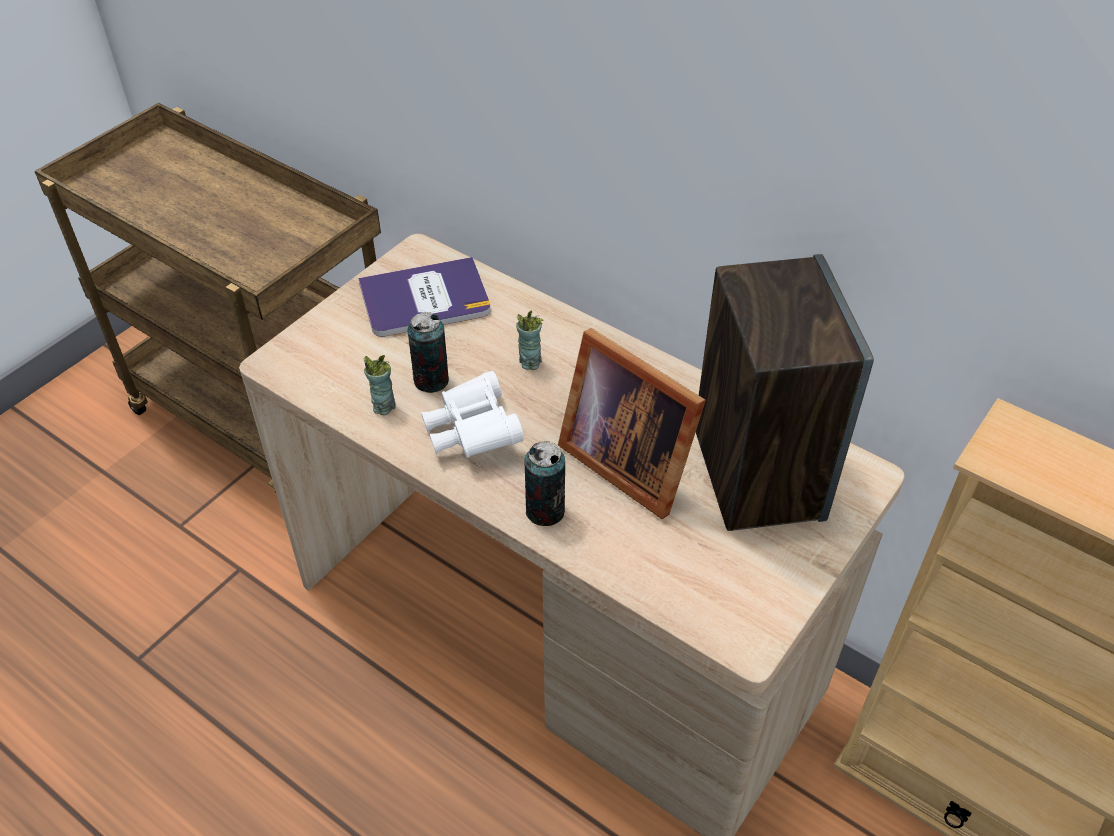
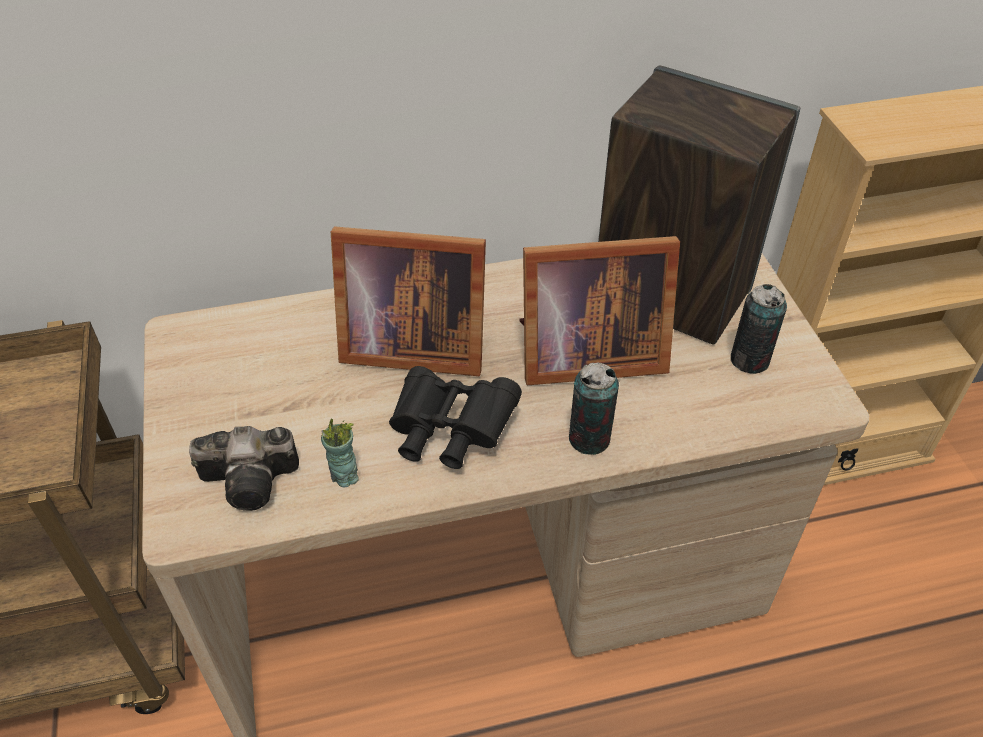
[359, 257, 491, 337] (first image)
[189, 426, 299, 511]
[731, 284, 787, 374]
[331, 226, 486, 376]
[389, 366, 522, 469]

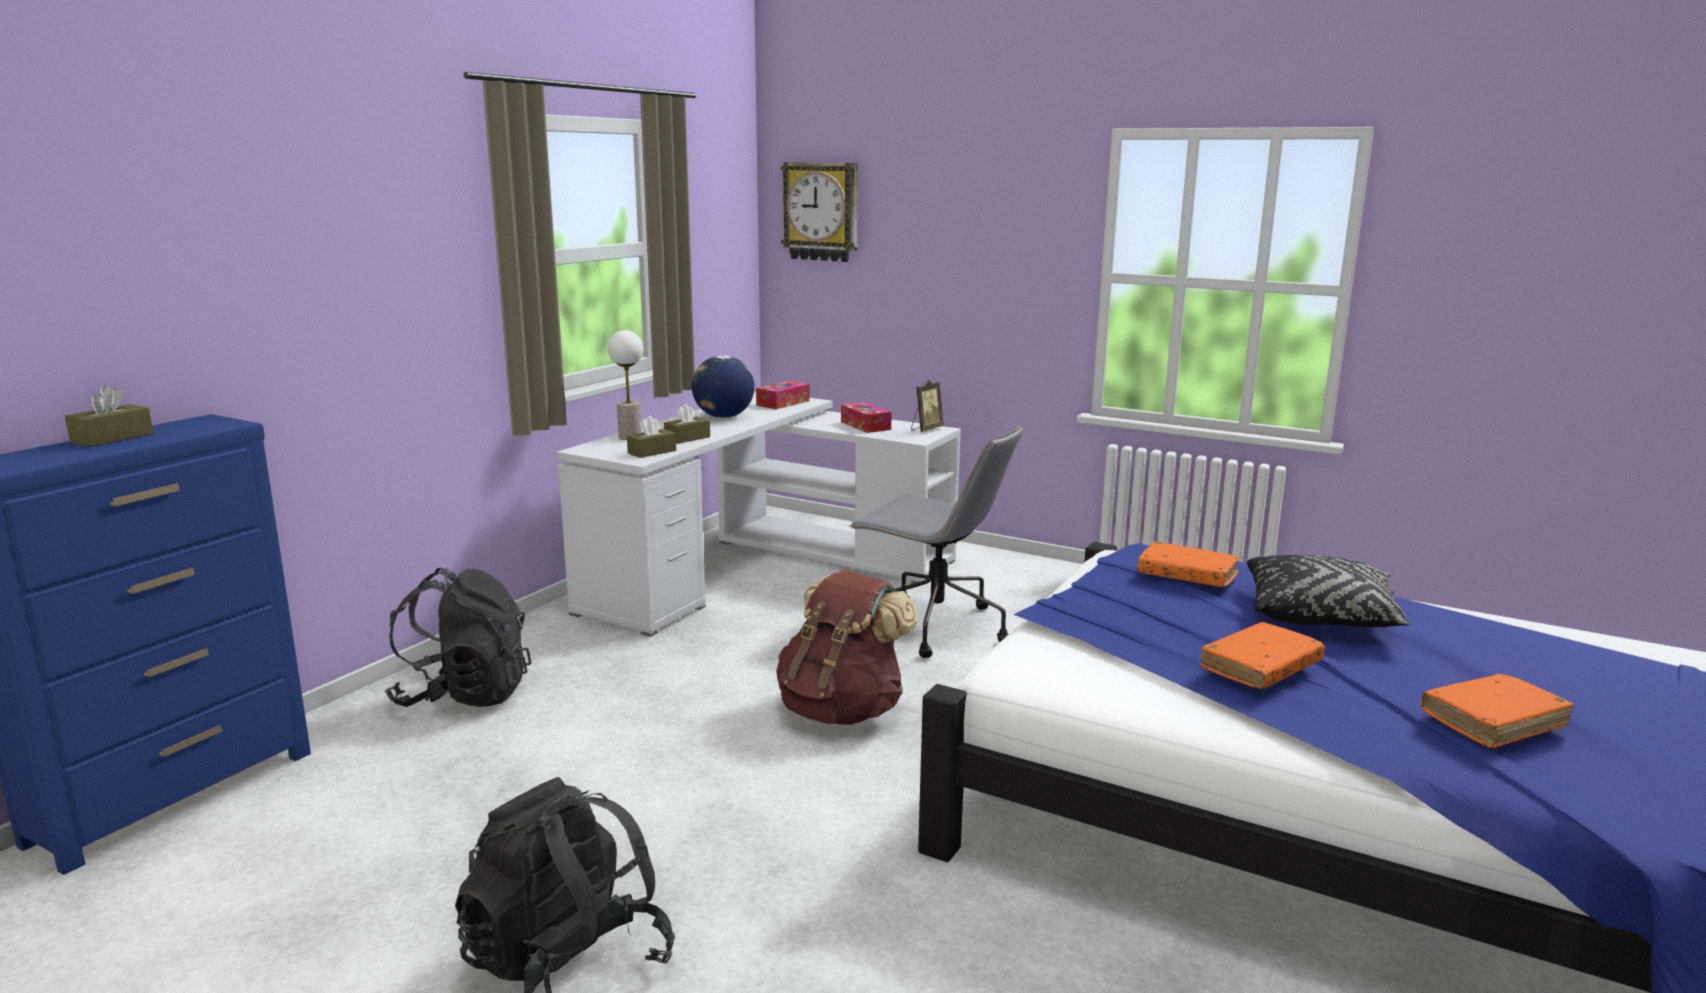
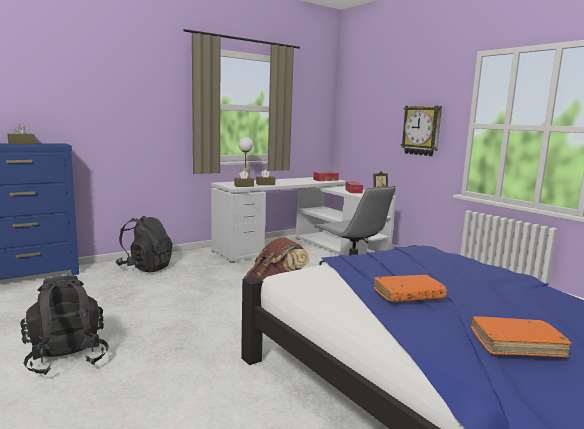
[692, 355, 754, 418] (first image)
[1137, 542, 1239, 587] (first image)
[1247, 555, 1411, 628] (first image)
[401, 106, 442, 156]

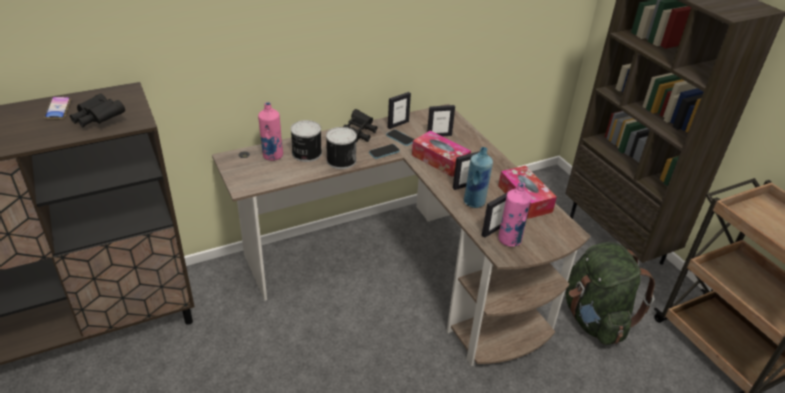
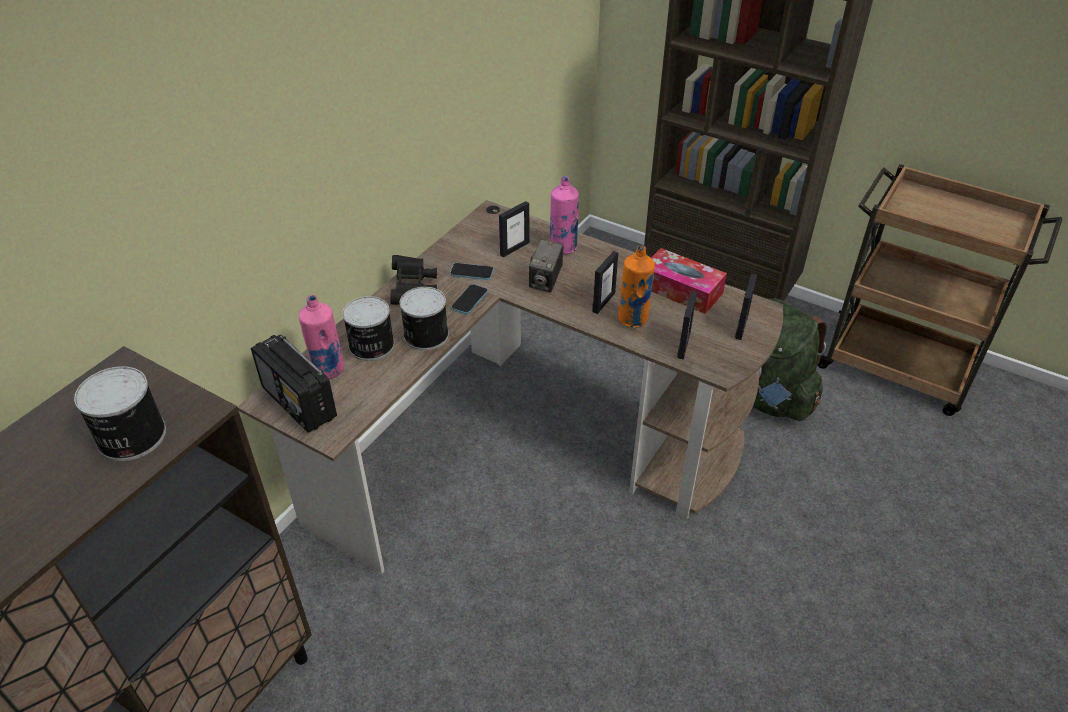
[44, 96, 71, 119] (first image)
[251, 334, 337, 433]
[735, 274, 757, 340]
[550, 176, 579, 255]
[74, 366, 166, 461]
[529, 239, 563, 292]
[618, 245, 655, 328]

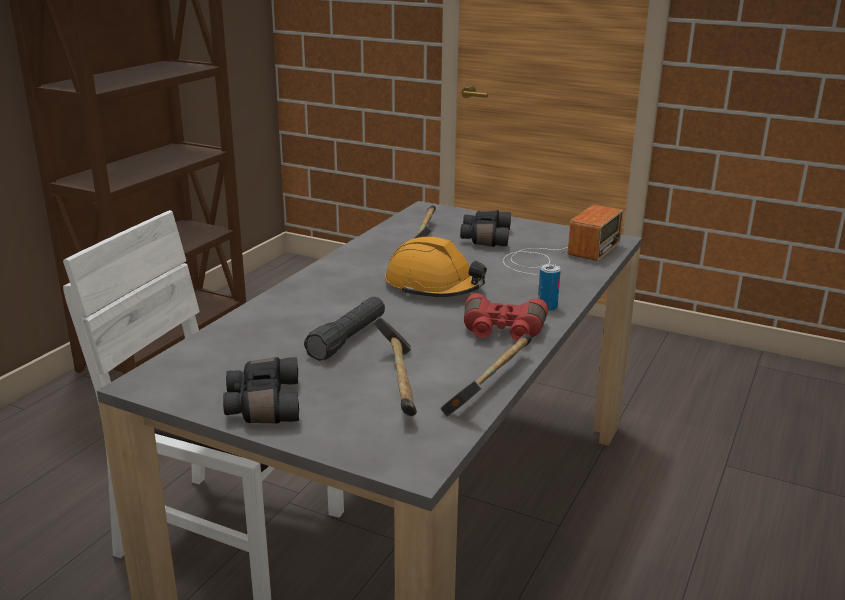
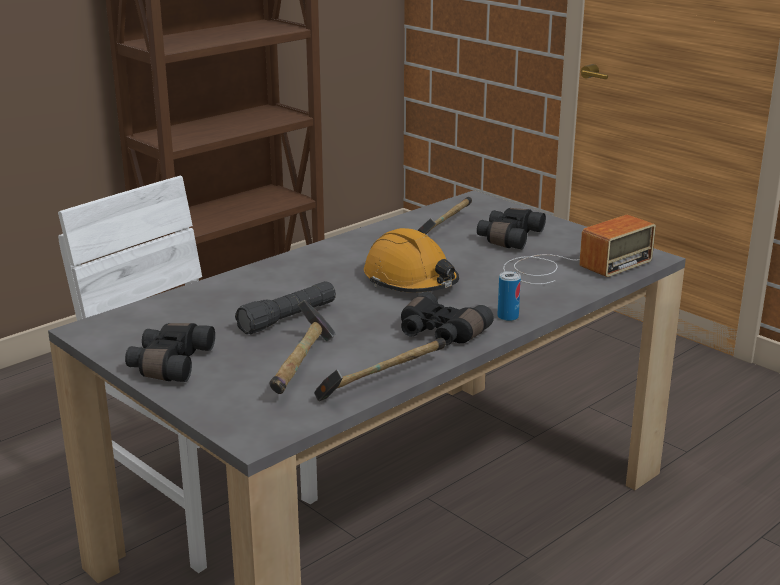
[401, 292, 494, 345]

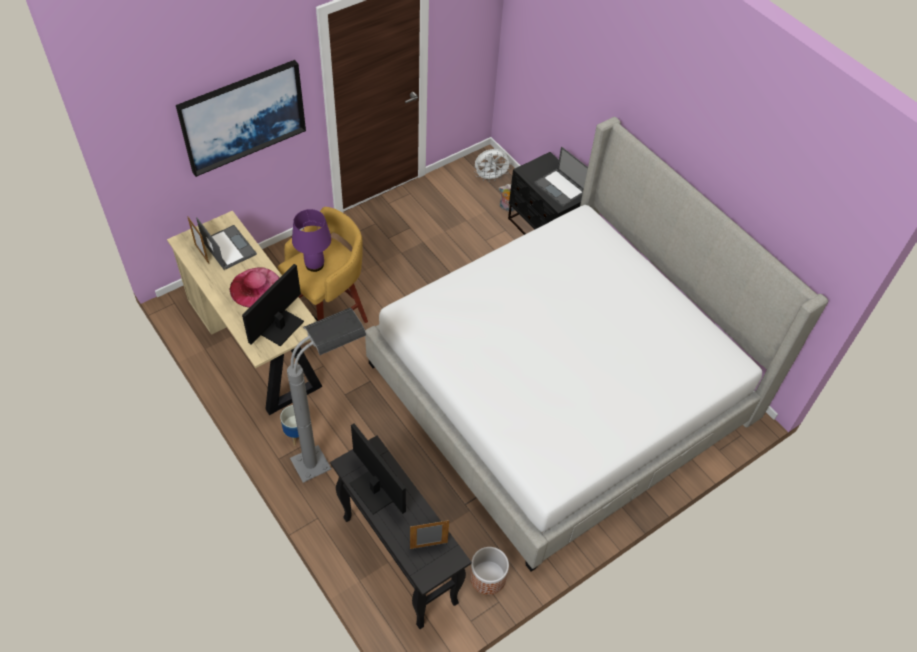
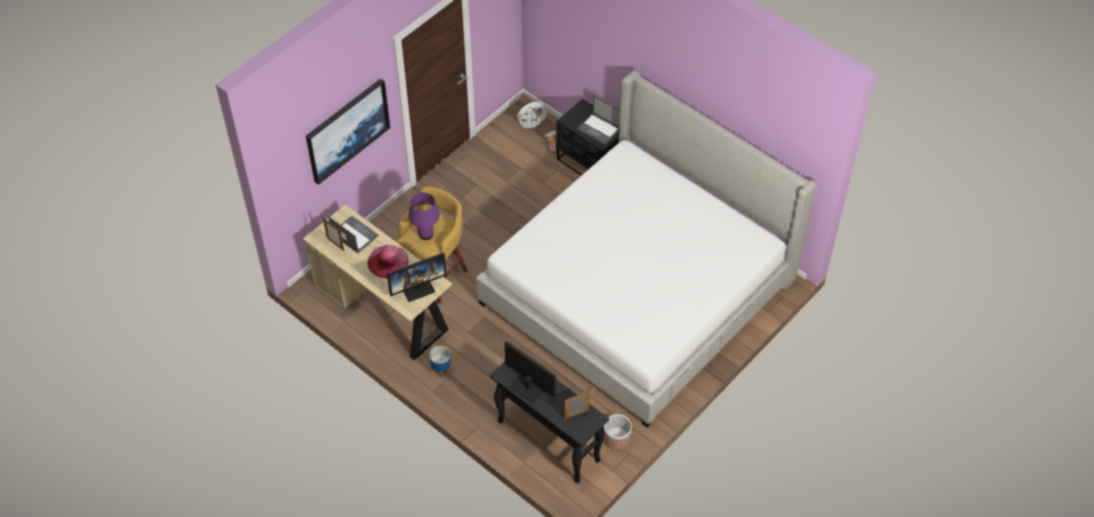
[287, 308, 366, 483] (first image)
[387, 252, 446, 302]

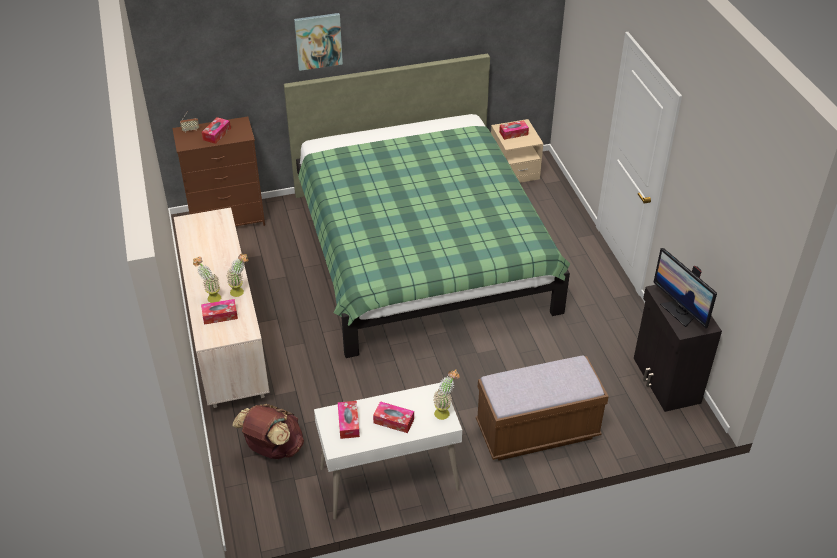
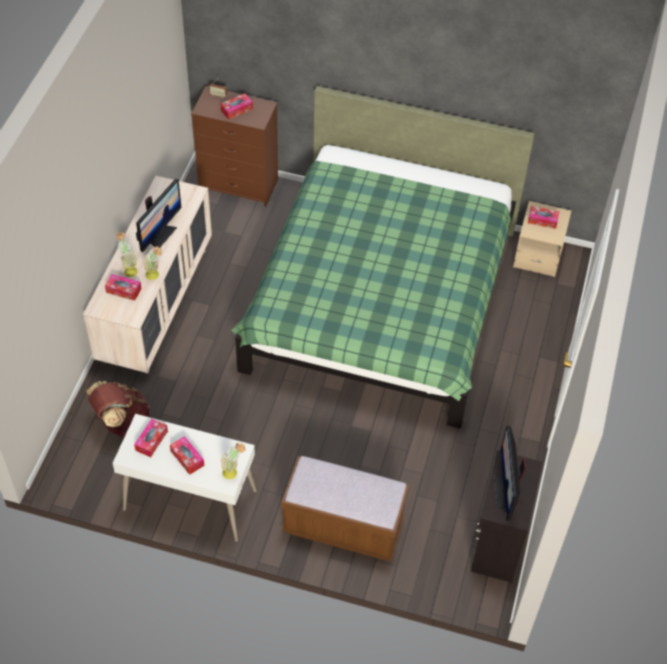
[294, 13, 343, 71] (first image)
[136, 179, 182, 252]

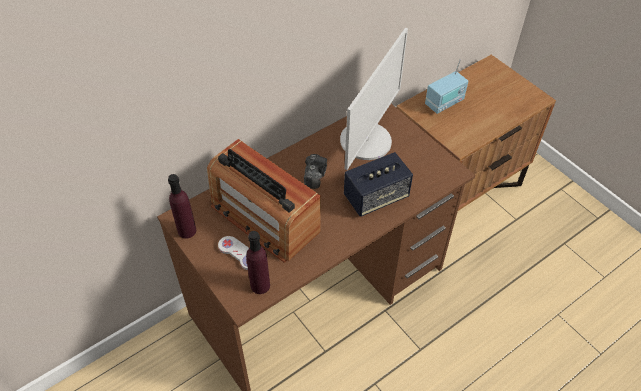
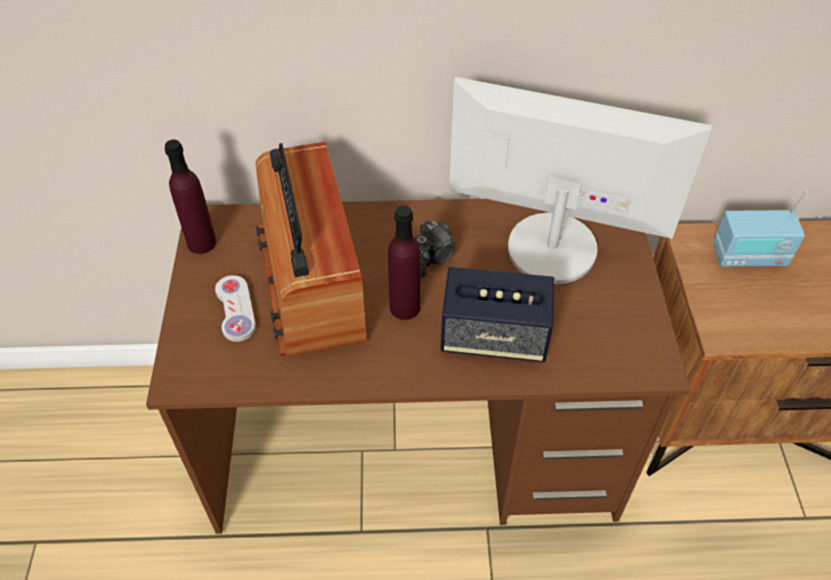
[388, 205, 421, 320]
[449, 77, 712, 284]

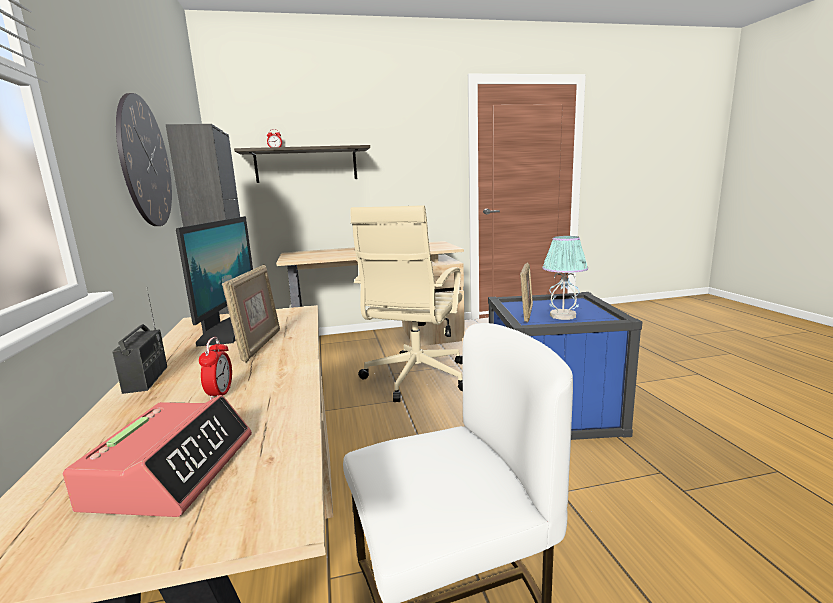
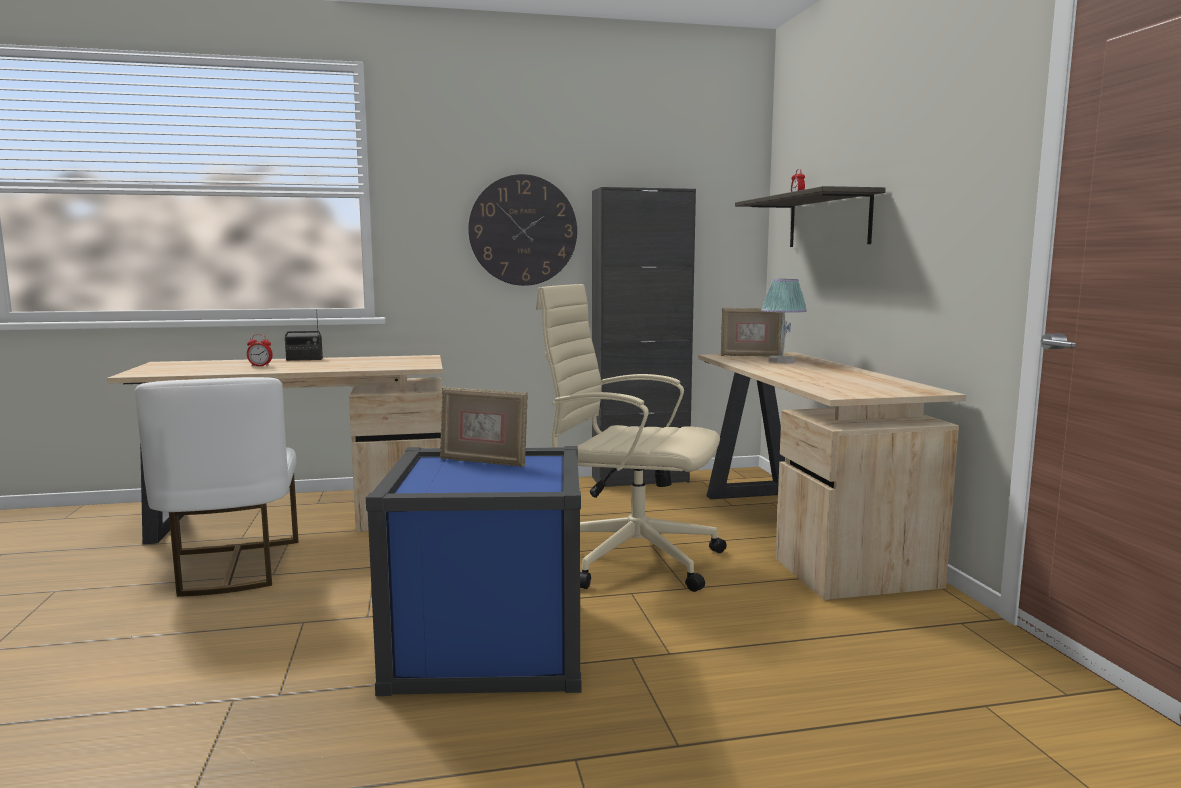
[63, 395, 252, 517] (first image)
[176, 216, 253, 347] (first image)
[721, 308, 783, 356]
[761, 279, 807, 363]

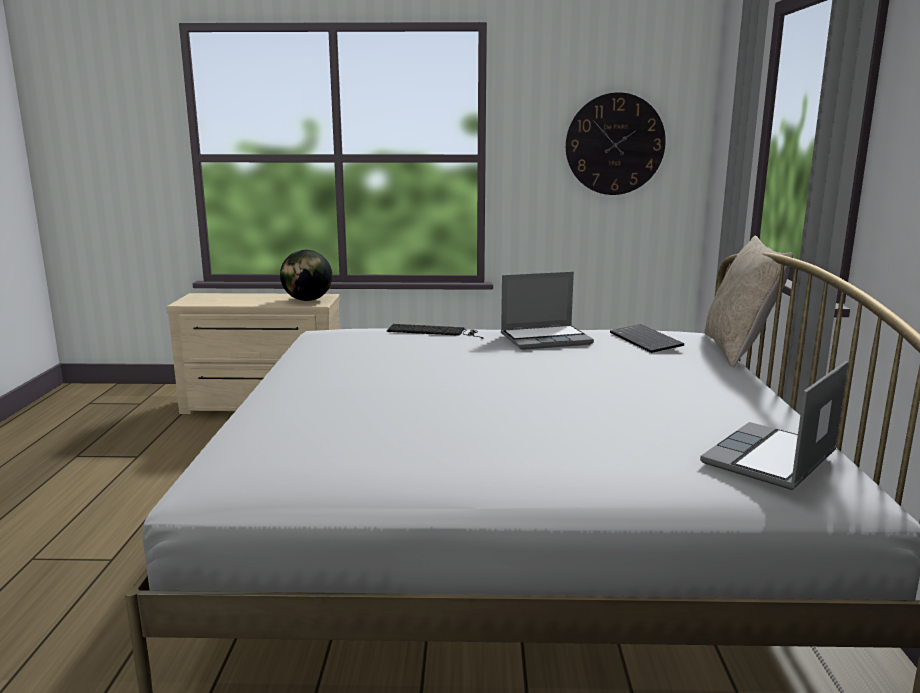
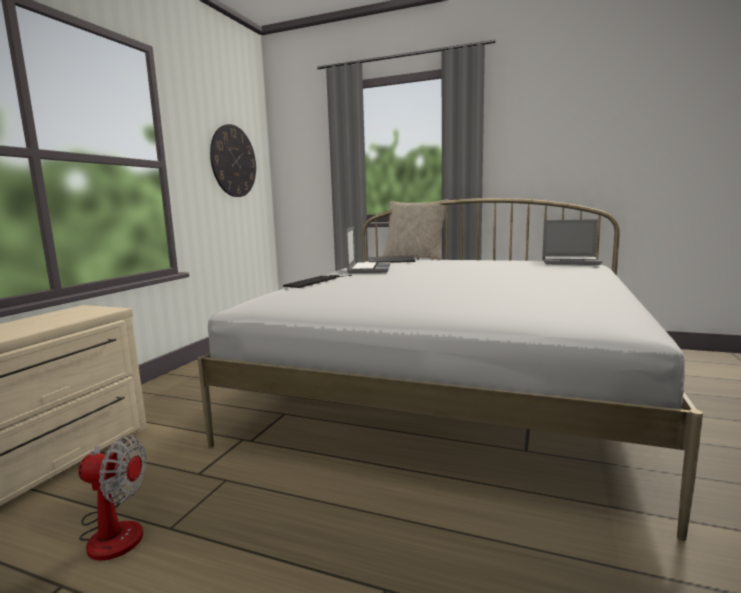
[280, 250, 332, 301] (first image)
[78, 435, 147, 561]
[542, 219, 602, 265]

